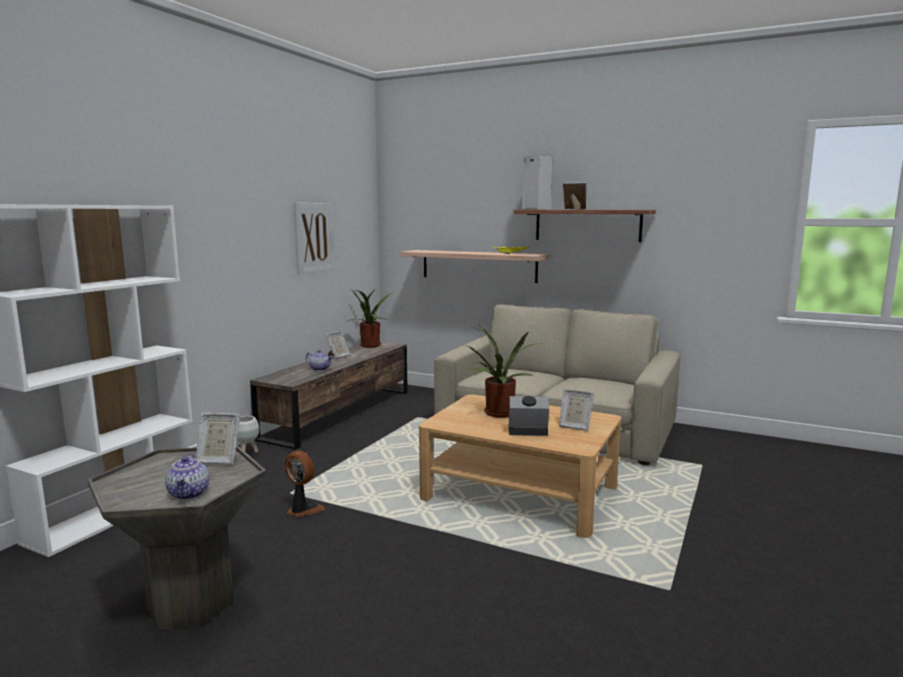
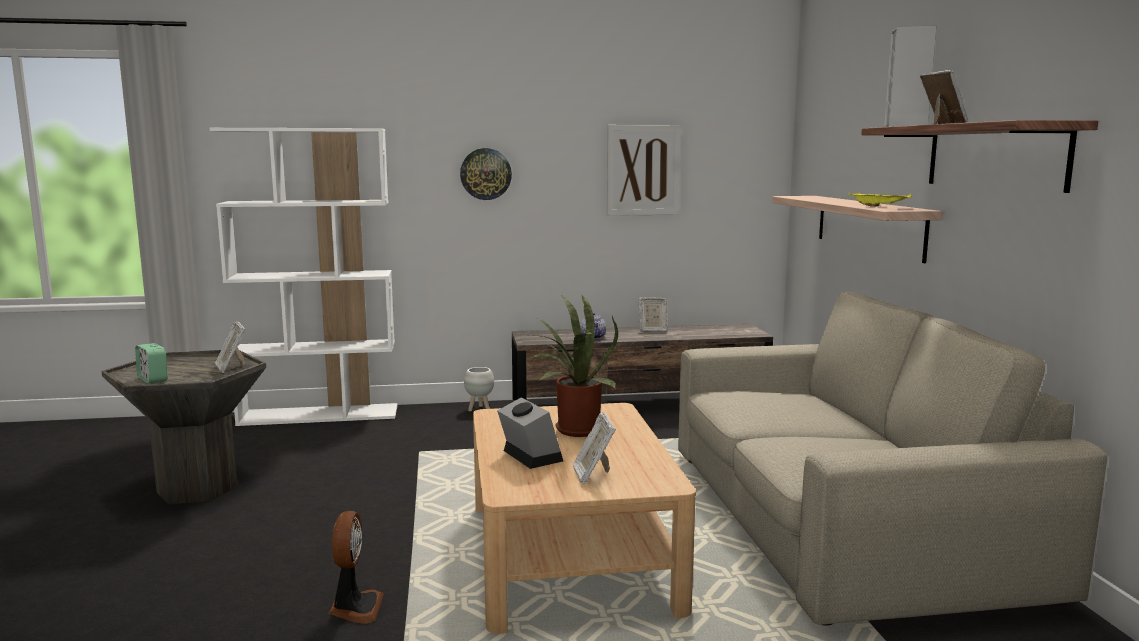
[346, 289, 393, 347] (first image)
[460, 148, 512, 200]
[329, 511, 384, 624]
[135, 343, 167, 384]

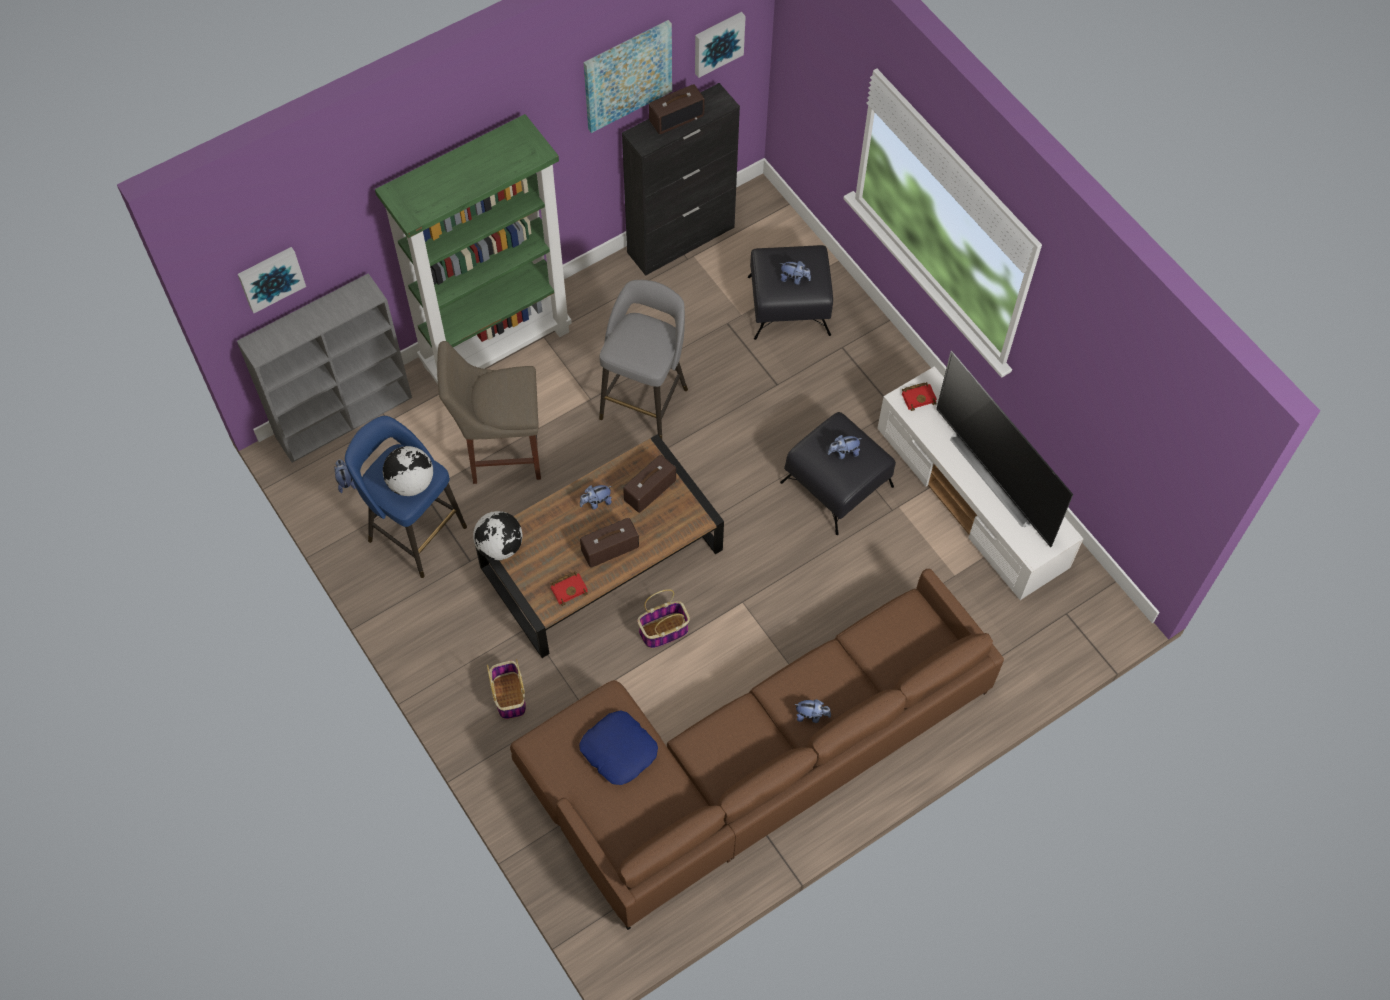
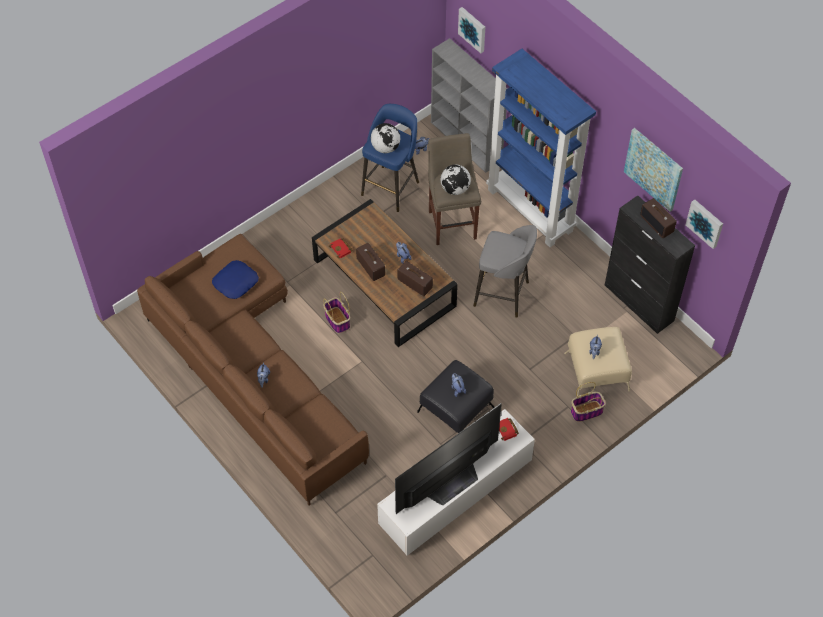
[440, 164, 471, 195]
[571, 382, 606, 422]
[486, 49, 596, 247]
[564, 327, 632, 396]

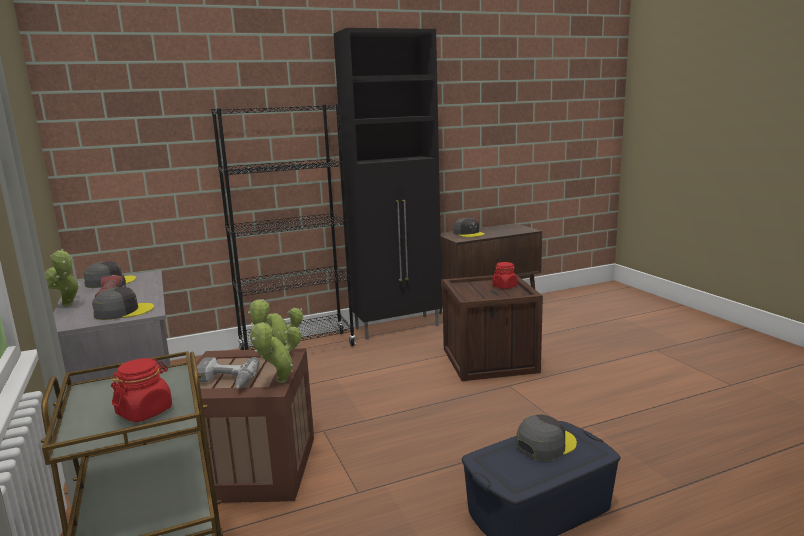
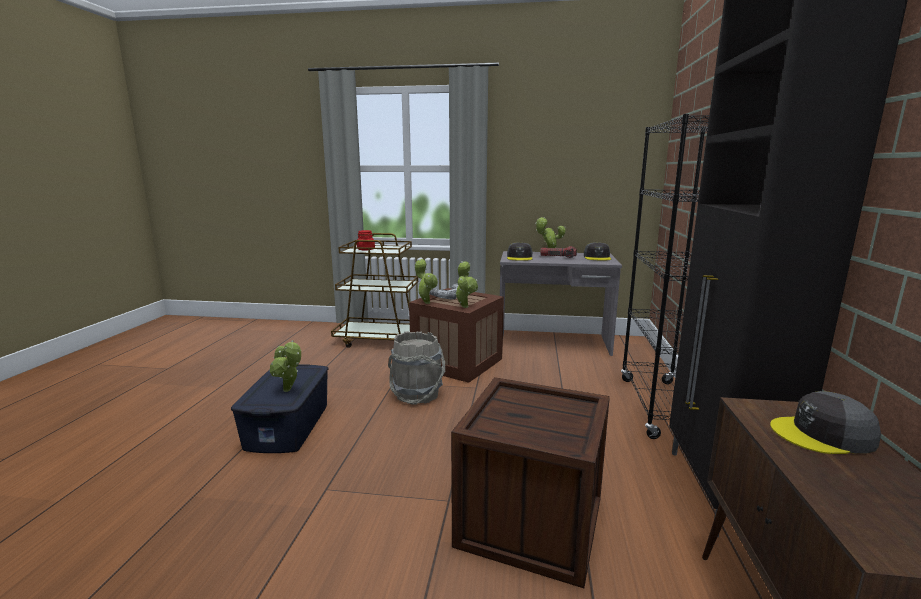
[492, 262, 517, 289] (first image)
[388, 331, 445, 404]
[270, 340, 301, 392]

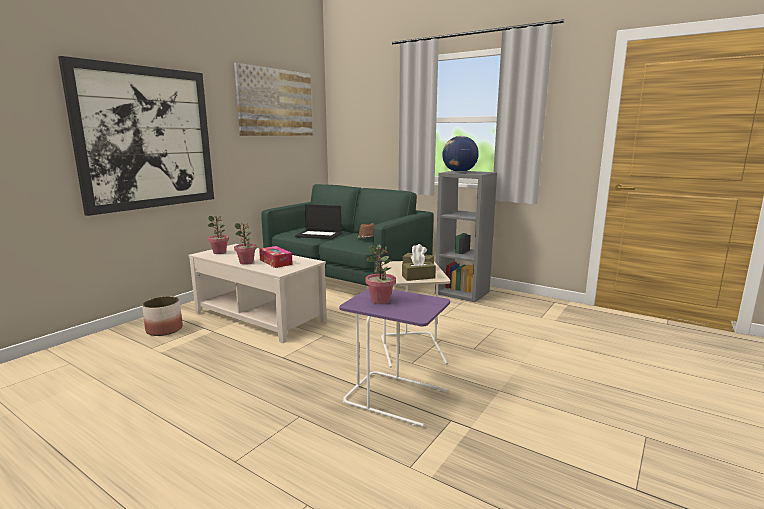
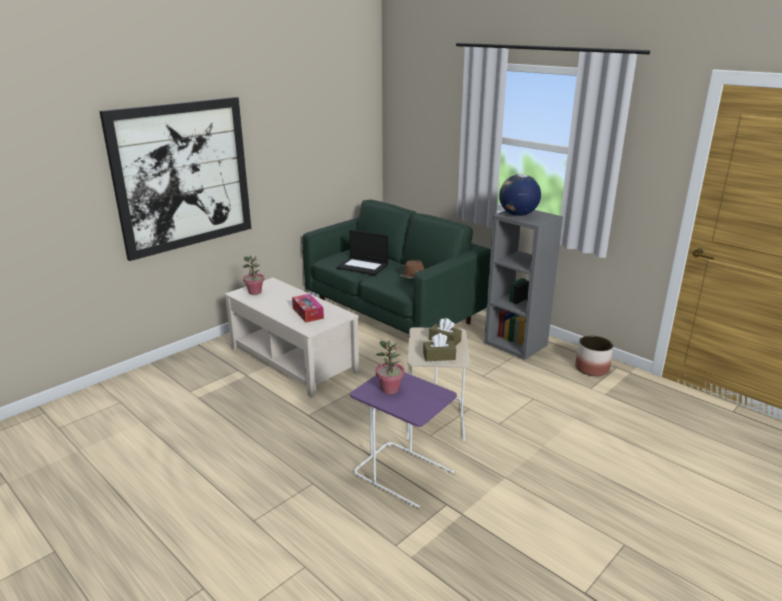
[234, 63, 313, 136] (first image)
[234, 222, 257, 265] (first image)
[575, 336, 613, 376]

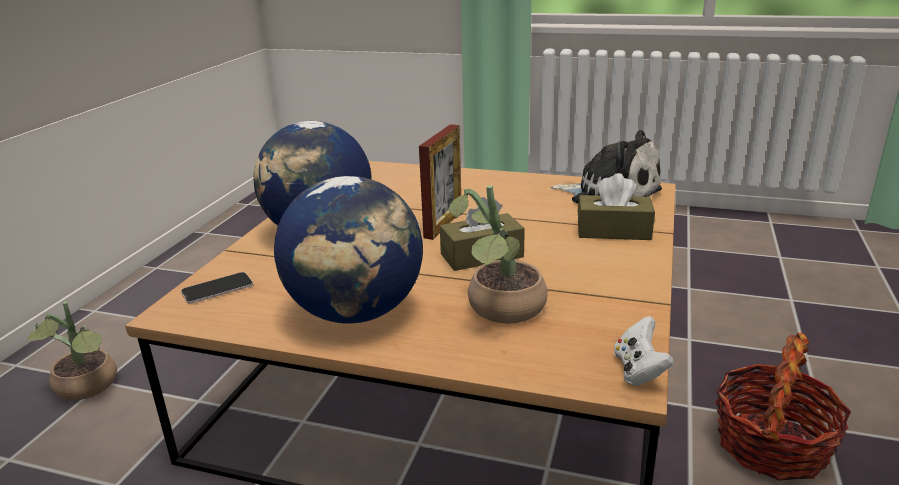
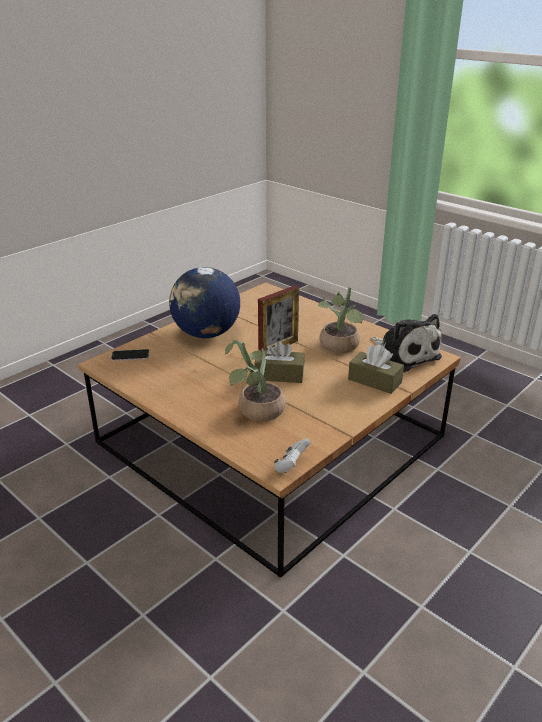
[274, 176, 423, 324] (first image)
[715, 333, 851, 481] (first image)
[318, 286, 364, 353]

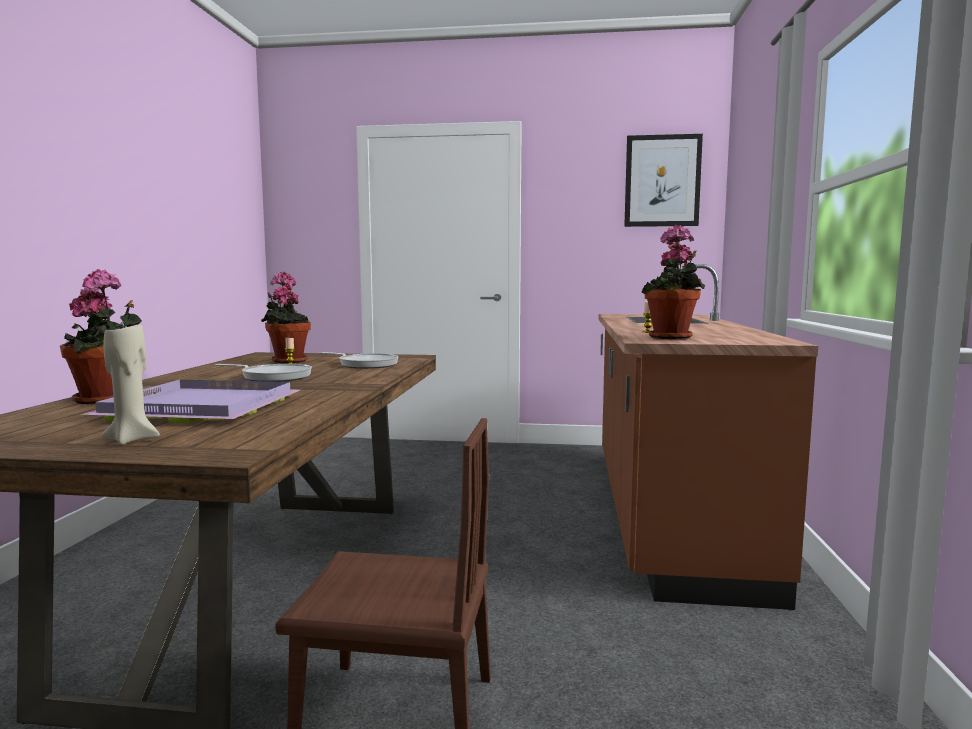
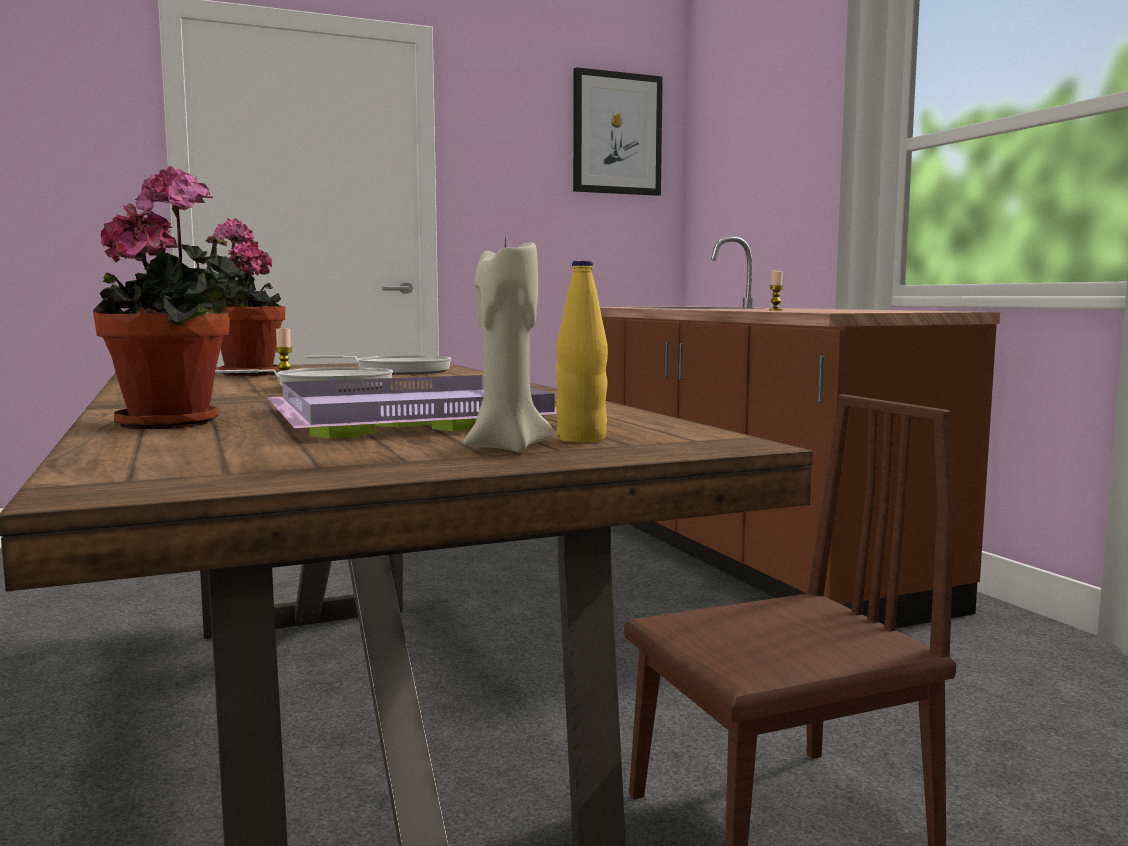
[641, 225, 705, 339] (first image)
[556, 260, 608, 442]

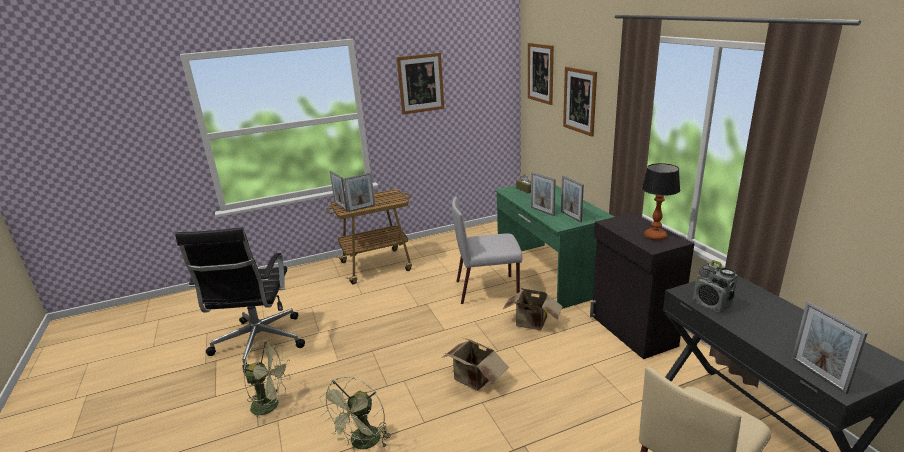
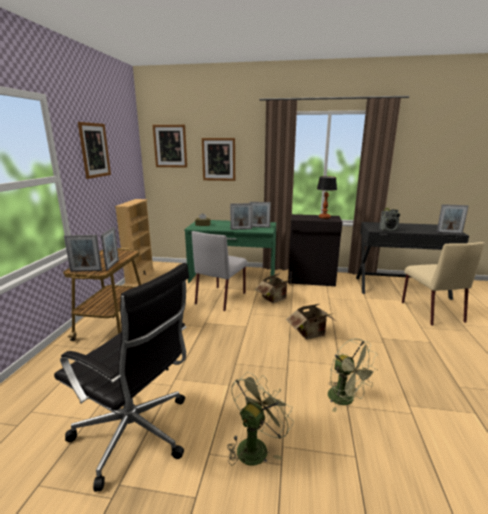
[115, 199, 154, 286]

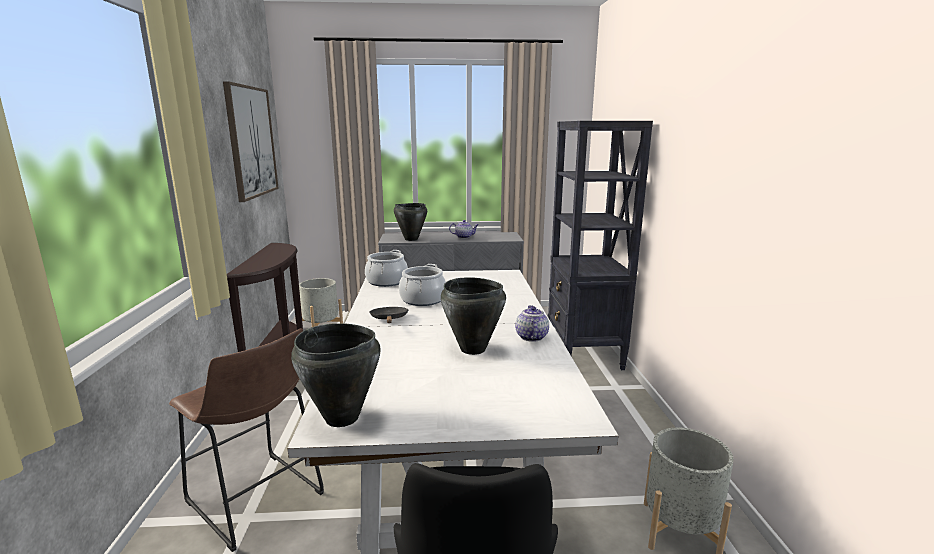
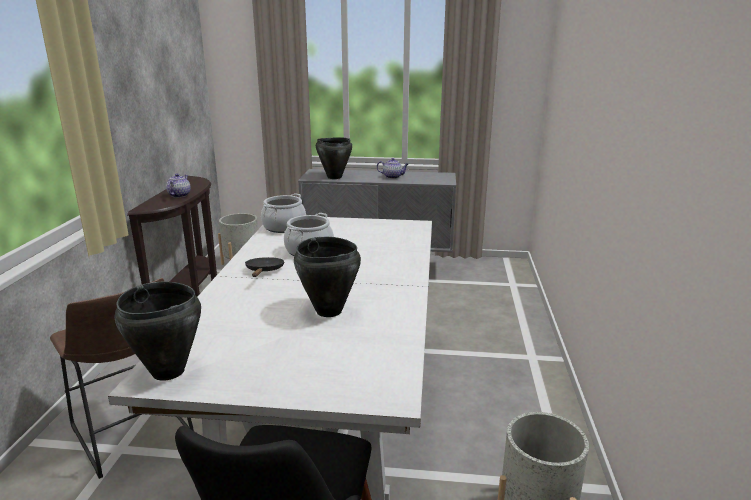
[223, 81, 279, 202] (first image)
[548, 121, 653, 370] (first image)
[166, 173, 191, 198]

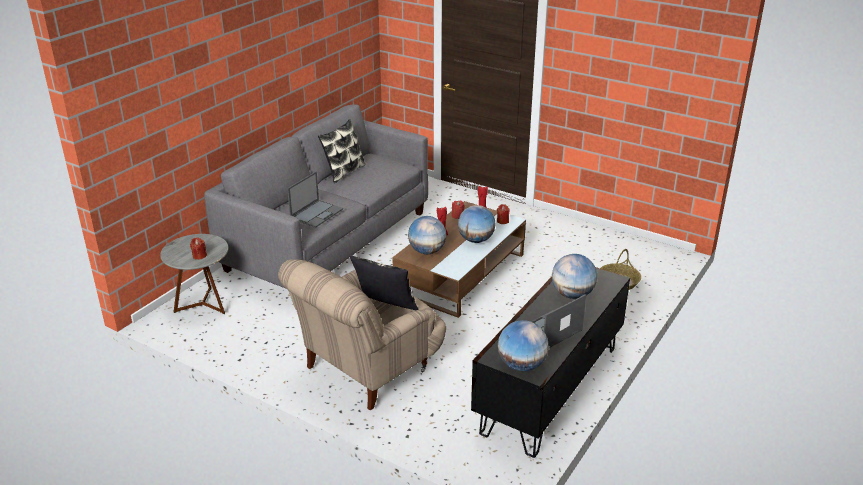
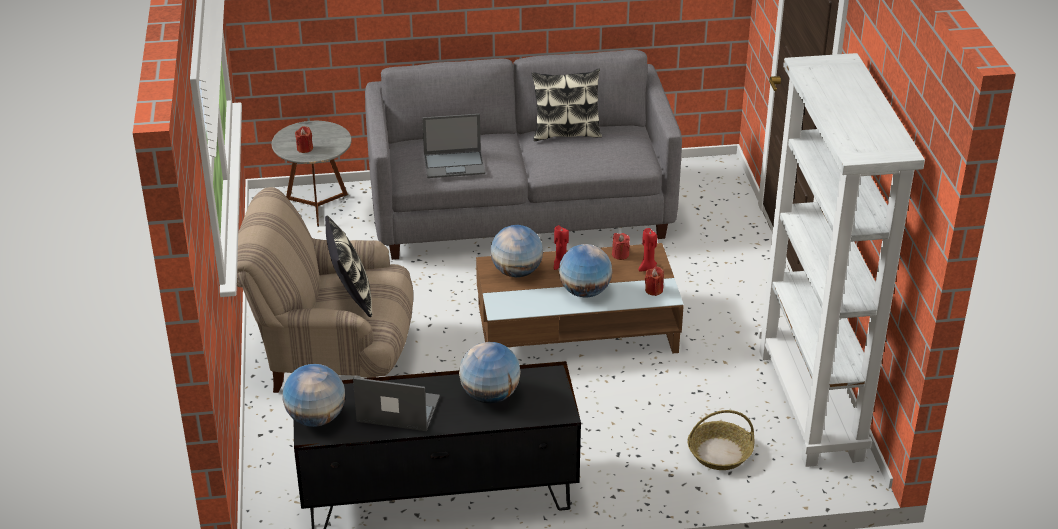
[758, 53, 925, 467]

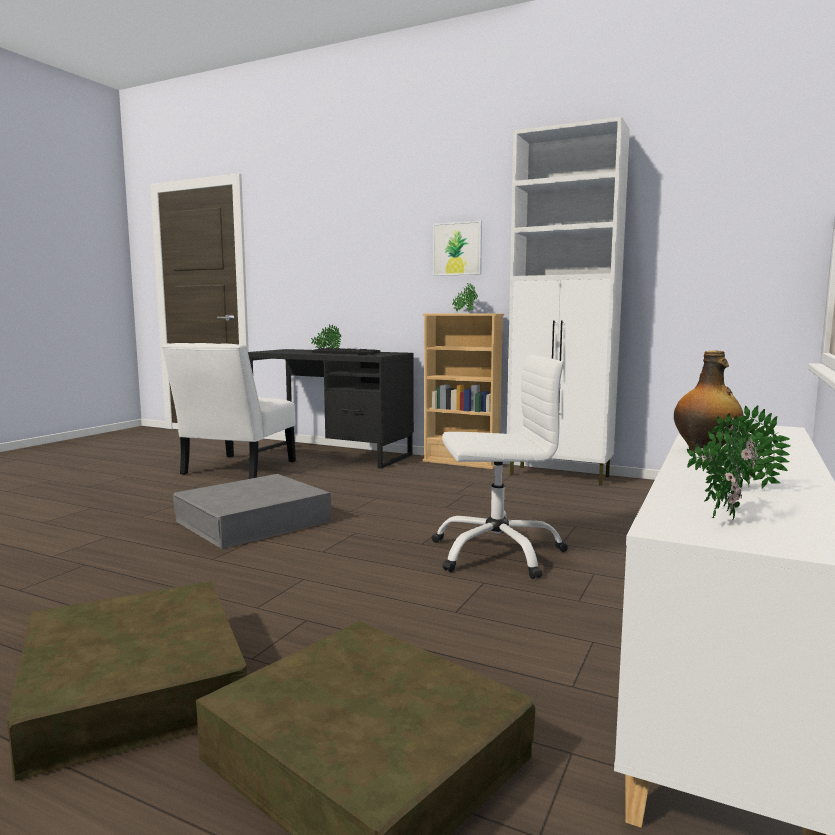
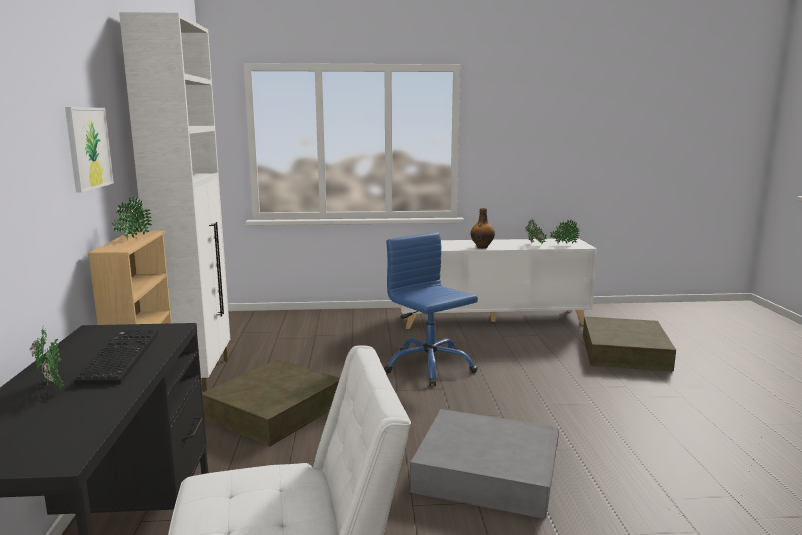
[202, 359, 340, 447]
[384, 232, 478, 386]

